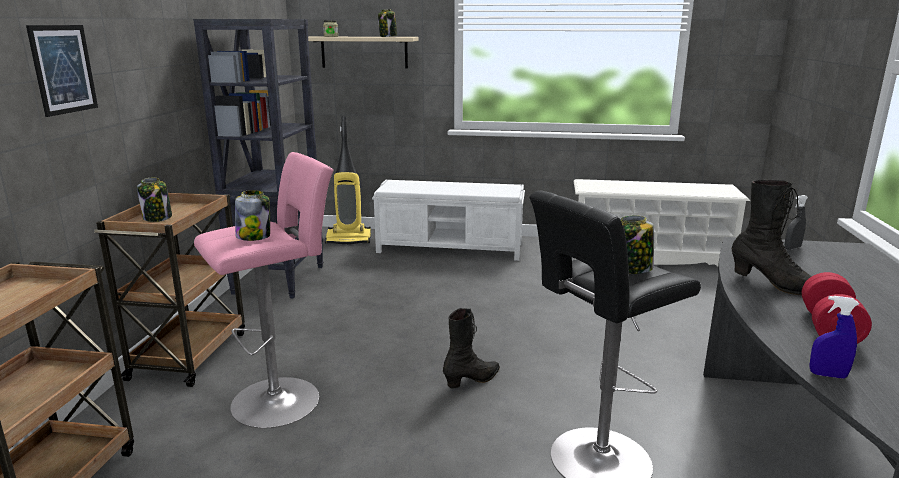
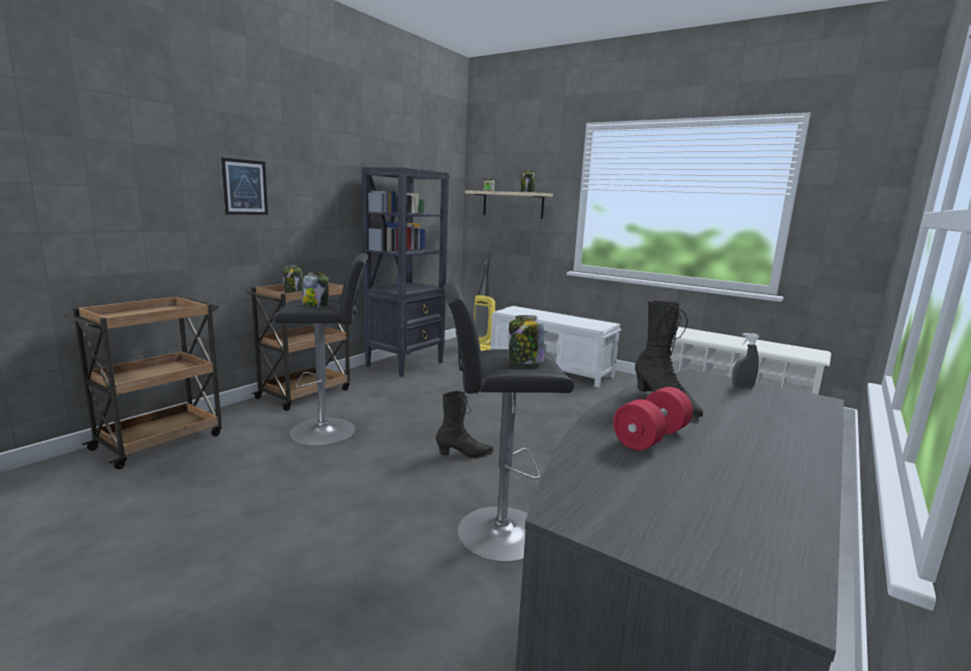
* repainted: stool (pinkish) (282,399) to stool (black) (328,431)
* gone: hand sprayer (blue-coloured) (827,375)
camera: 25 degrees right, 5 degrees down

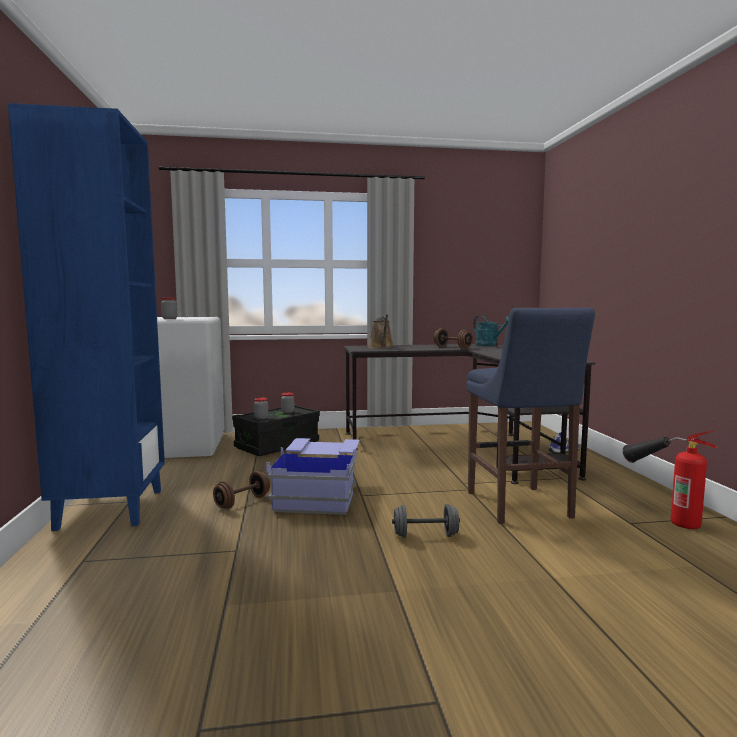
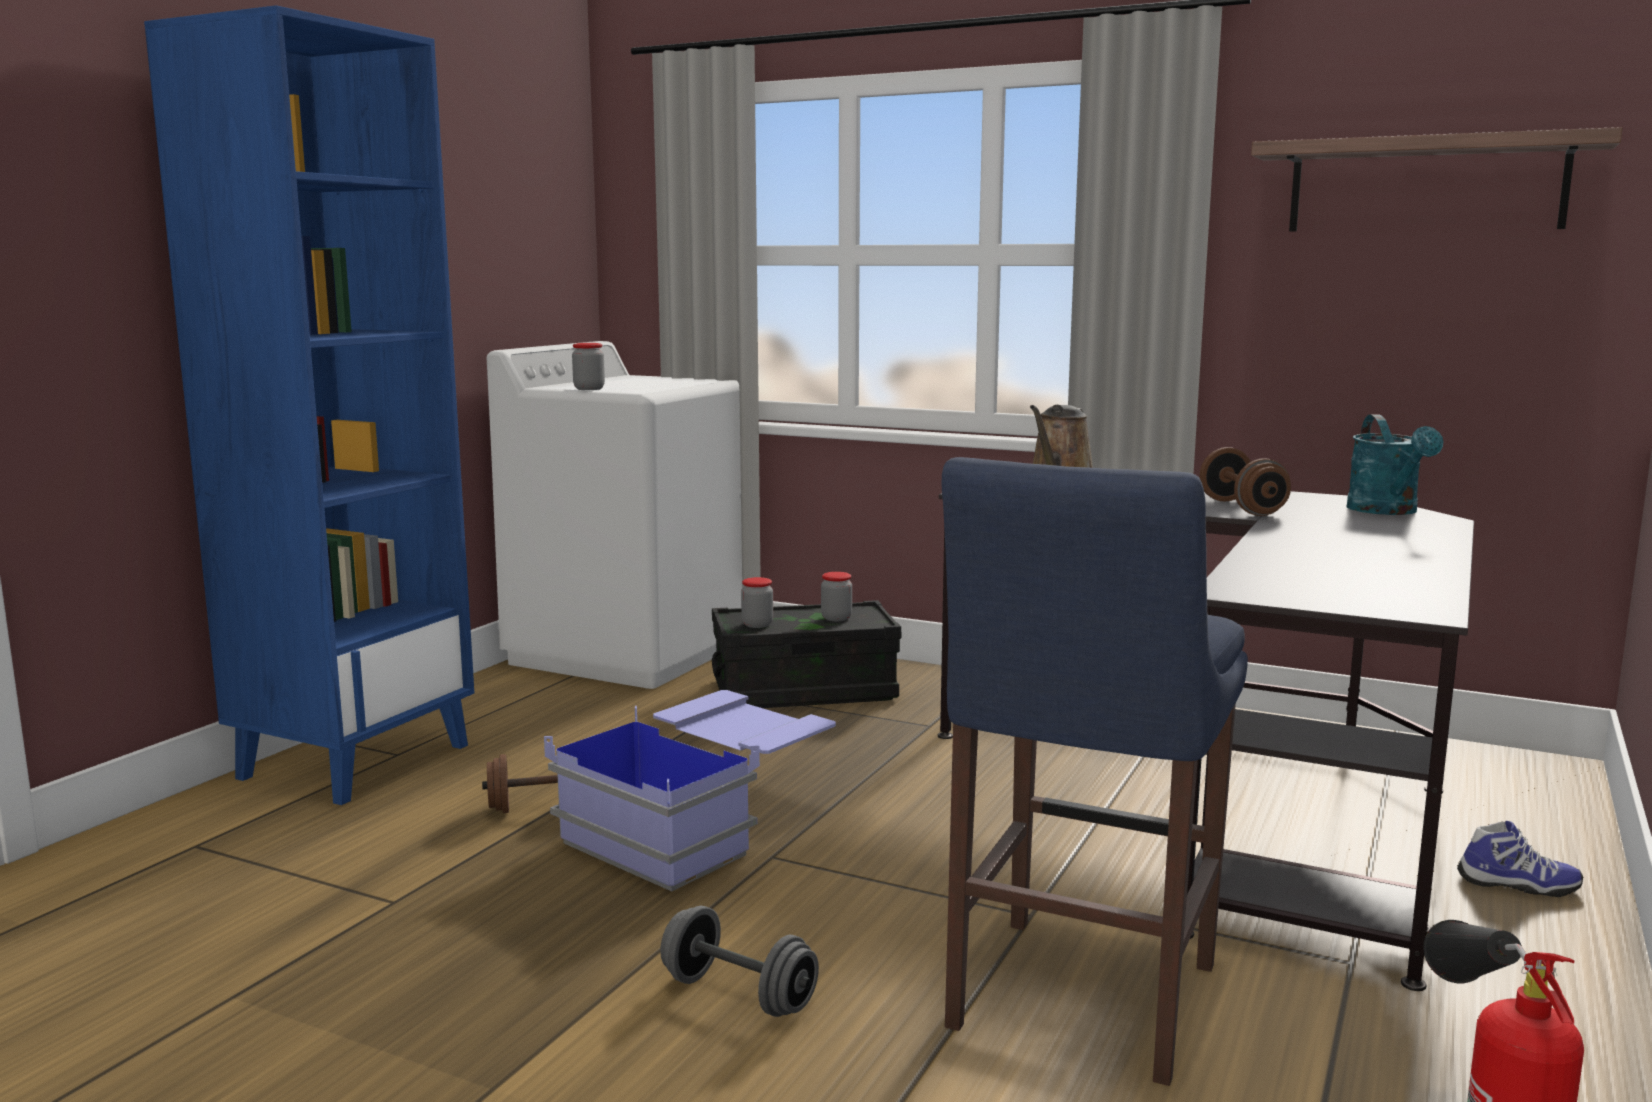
* new: shelf (1425,186)
camera: 35 degrees right, 5 degrees up

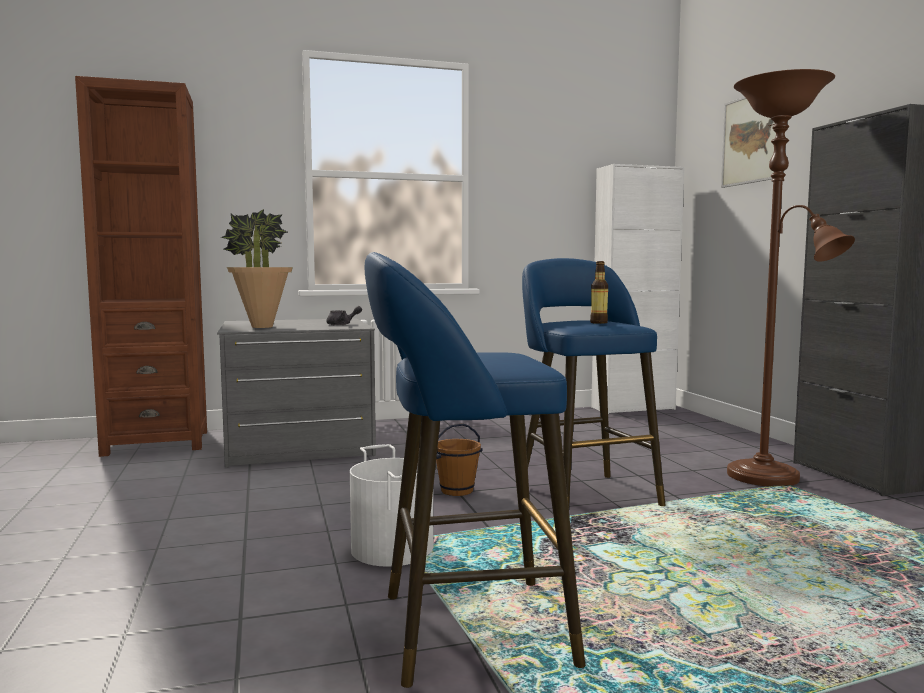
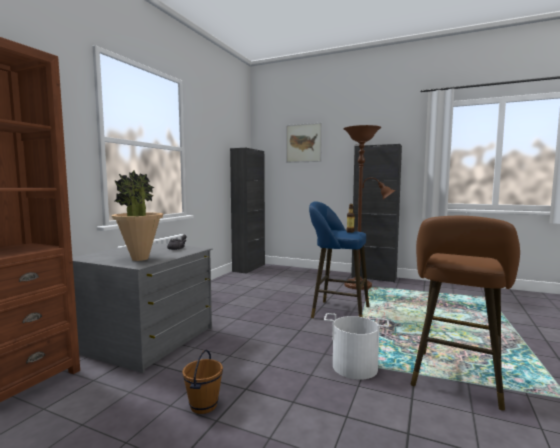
* repainted: cabinet (white-coloured) (633,408) to cabinet (black) (249,268)
* repainted: stool (blue-coloured) (463,630) to stool (brown-coloured) (457,381)
* shifted: pail (brown-coloured) (456,490) to (203,405)
camera: 50 degrees left, 0 degrees up

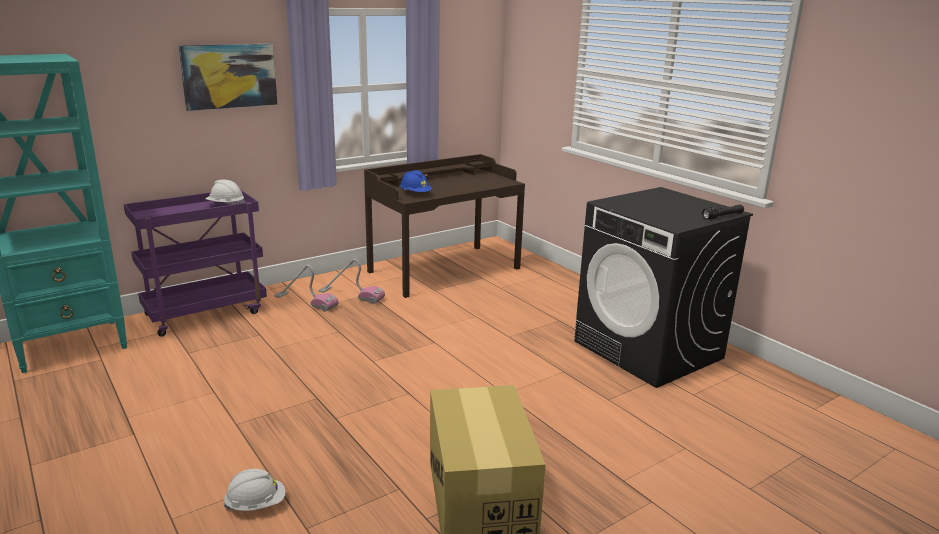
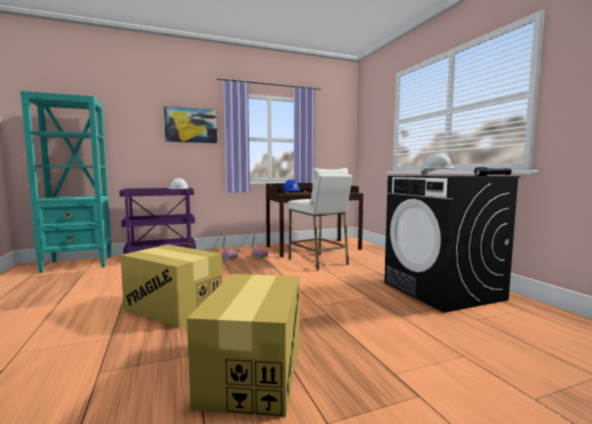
* shifted: hard hat (white-coloured) (256,504) to (438,175)
* new: stool (white-coloured) (318,262)
* new: cardboard box (173,307)
camera: 15 degrees right, 15 degrees down

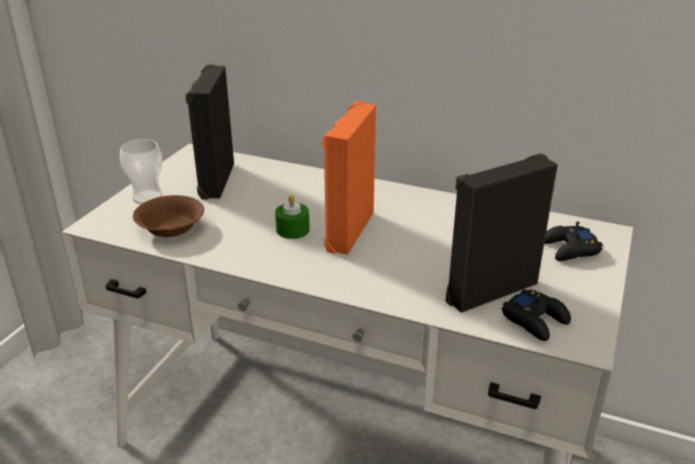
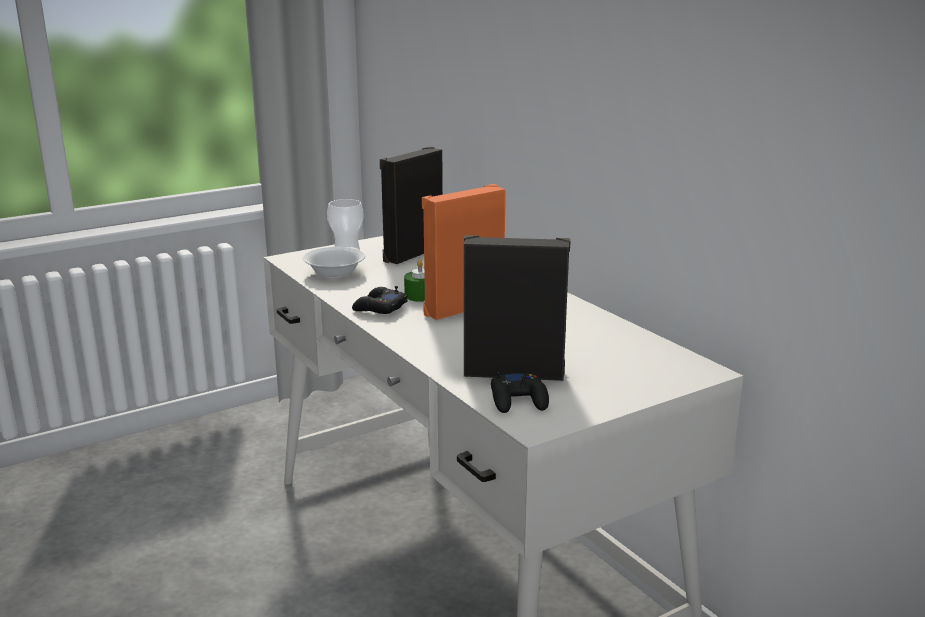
* repainted: serving bowl (brown-coloured) (170,228) to serving bowl (white-coloured) (334,272)
* shifted: gamepad (black) (570,249) to (379,308)
camera: 35 degrees right, 10 degrees down

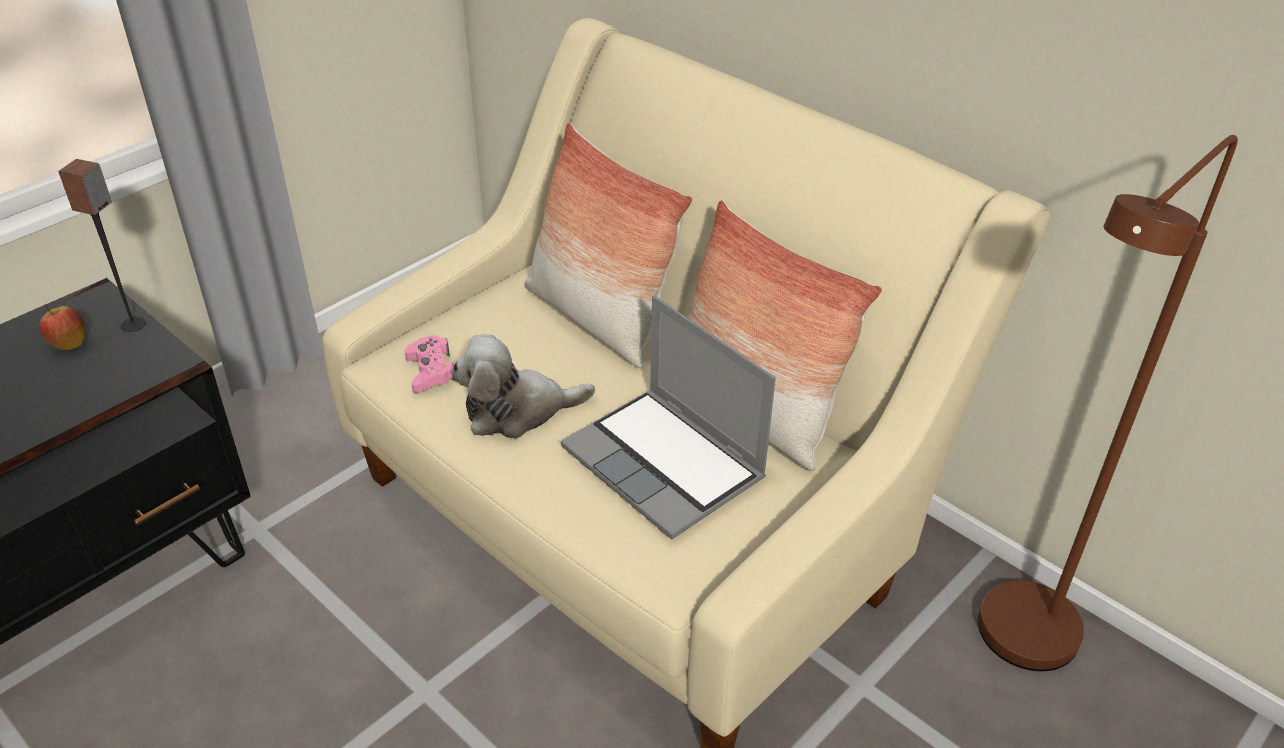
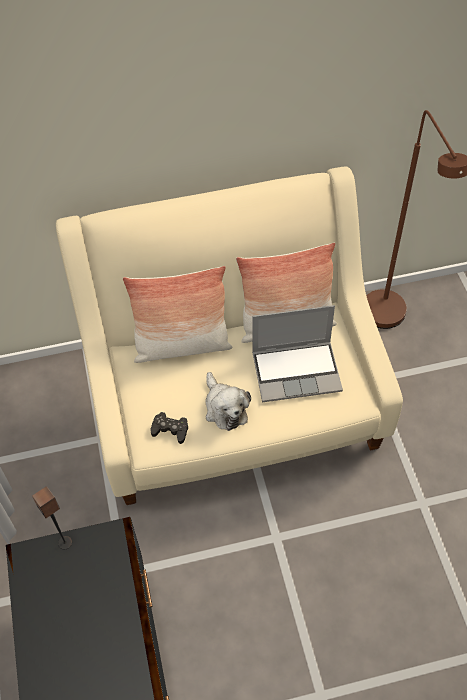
* gone: whole apple (69,343)
* rotated: cuddly toy (517,411) = (224,408) 45 degrees counterclockwise
* repainted: gamepad (pinkish) (431,371) to gamepad (black) (170,430)
camera: 55 degrees left, 15 degrees up

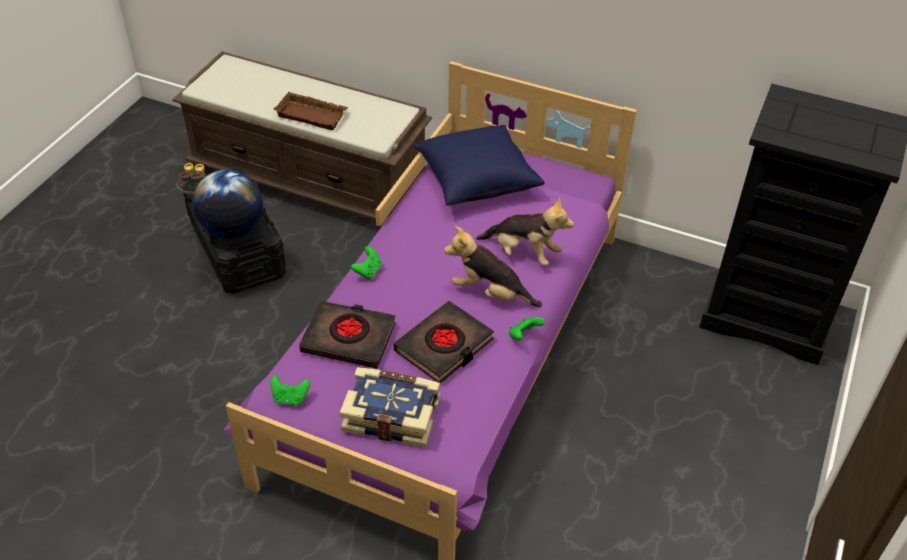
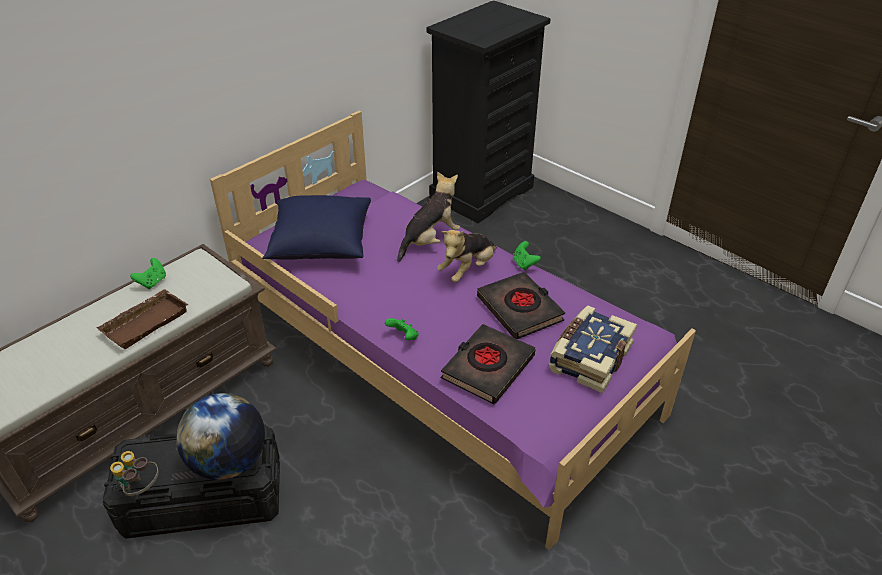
* shifted: gamepad (green) (290,398) to (152,282)
camera: 70 degrees left, 5 degrees down

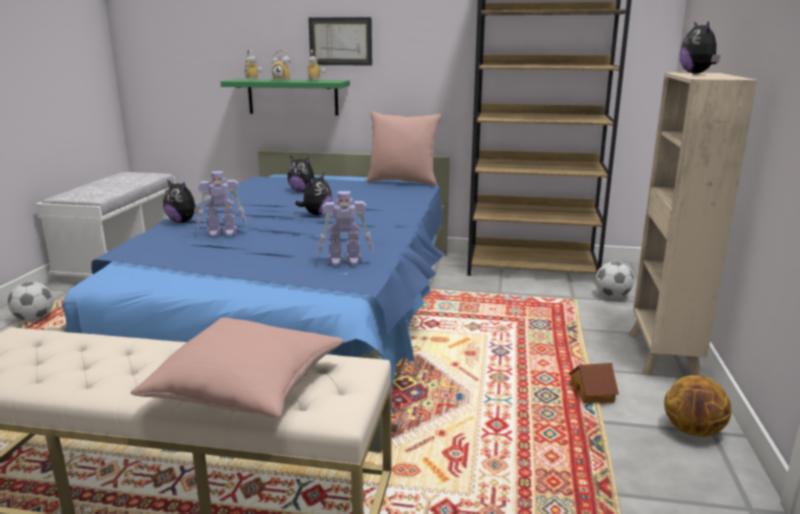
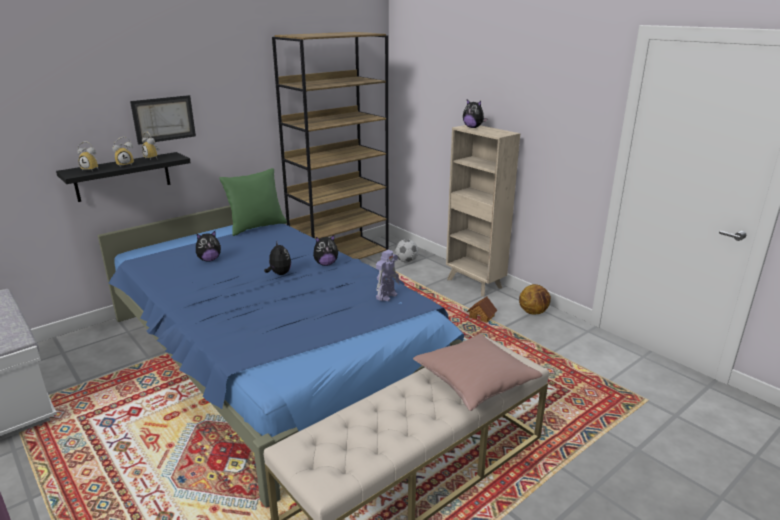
* repainted: shelf (green) (293,97) to shelf (black) (123,176)
* repainted: pillow (pinkish) (403,182) to pillow (green) (256,227)
* gone: toy robot (223,233)
* shifted: cuddly toy (183,221) to (326,264)
* gone: football ball (34,319)
camera: 50 degrees left, 5 degrees up

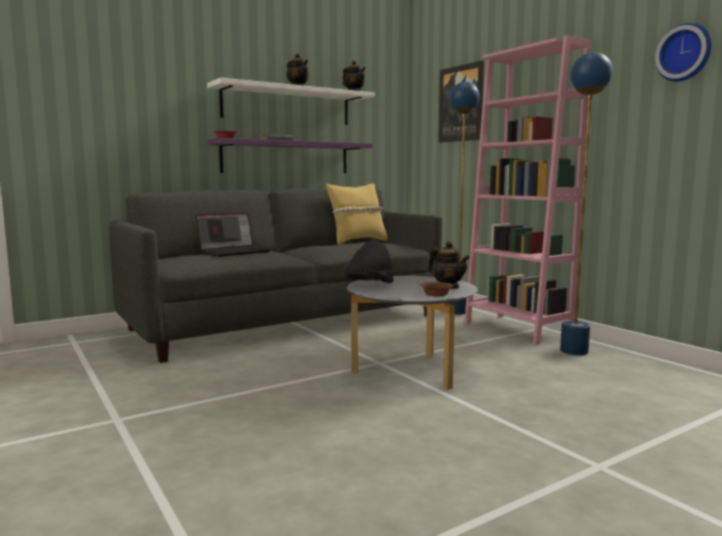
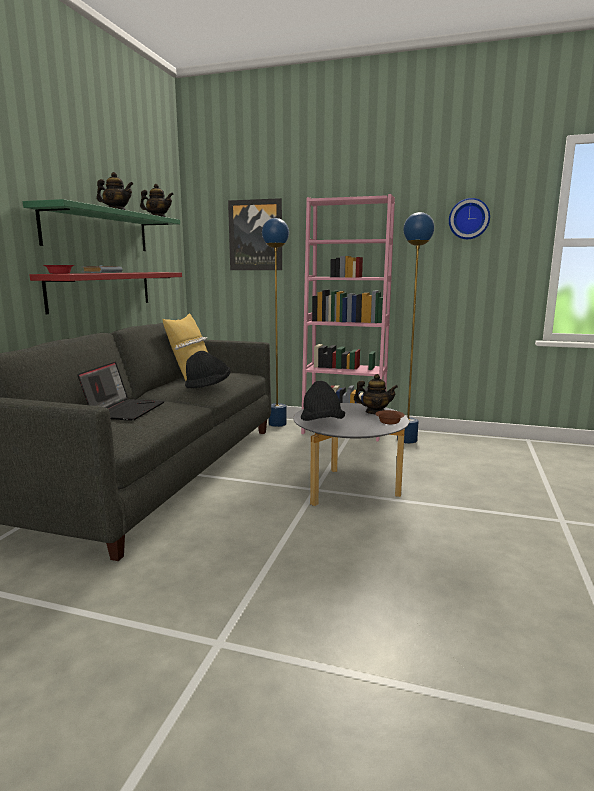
* repainted: shelf (white-coloured) (287,105) to shelf (green) (98,230)
* repainted: shelf (purplish) (286,157) to shelf (red) (102,290)
* new: hat (black) (208,386)
camera: 40 degrees left, 5 degrees up

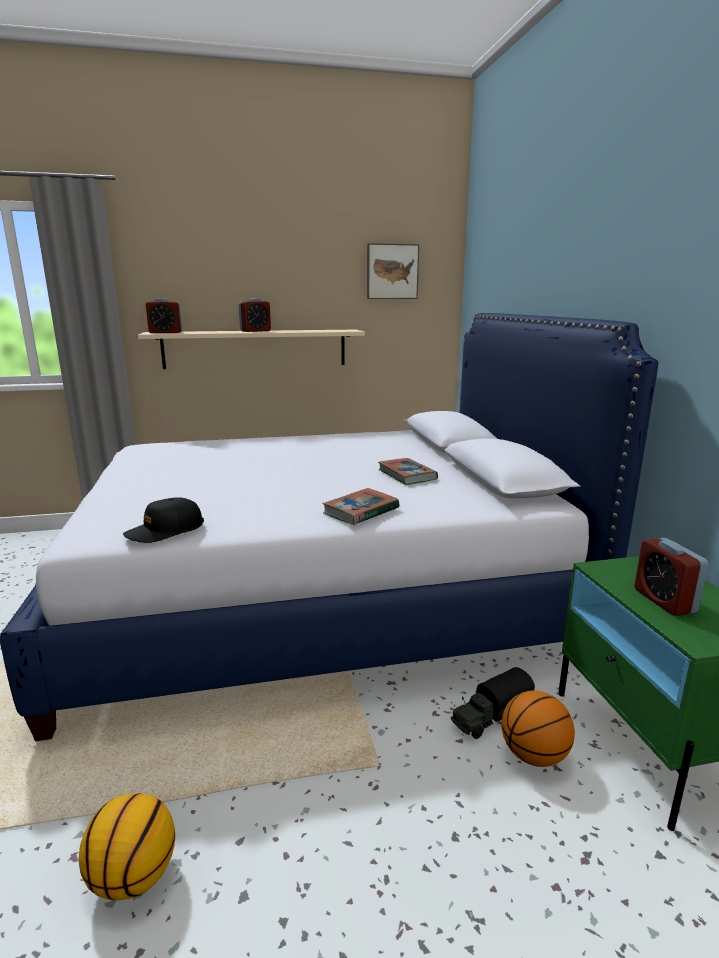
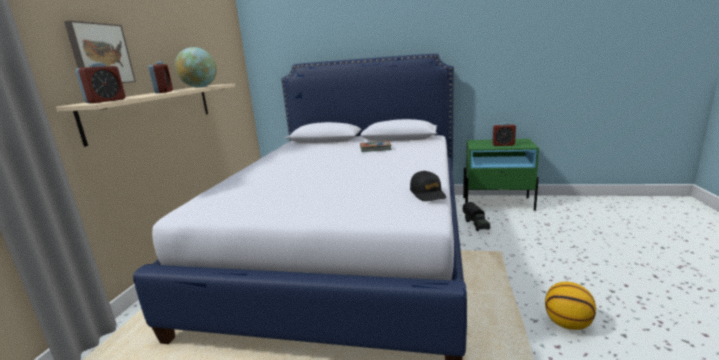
* shifted: picture (392,272) to (100,54)
* gone: volume (361,511)
* gone: ball for basketball (534,755)
* new: globe (200,87)
camera: 65 degrees left, 0 degrees up

